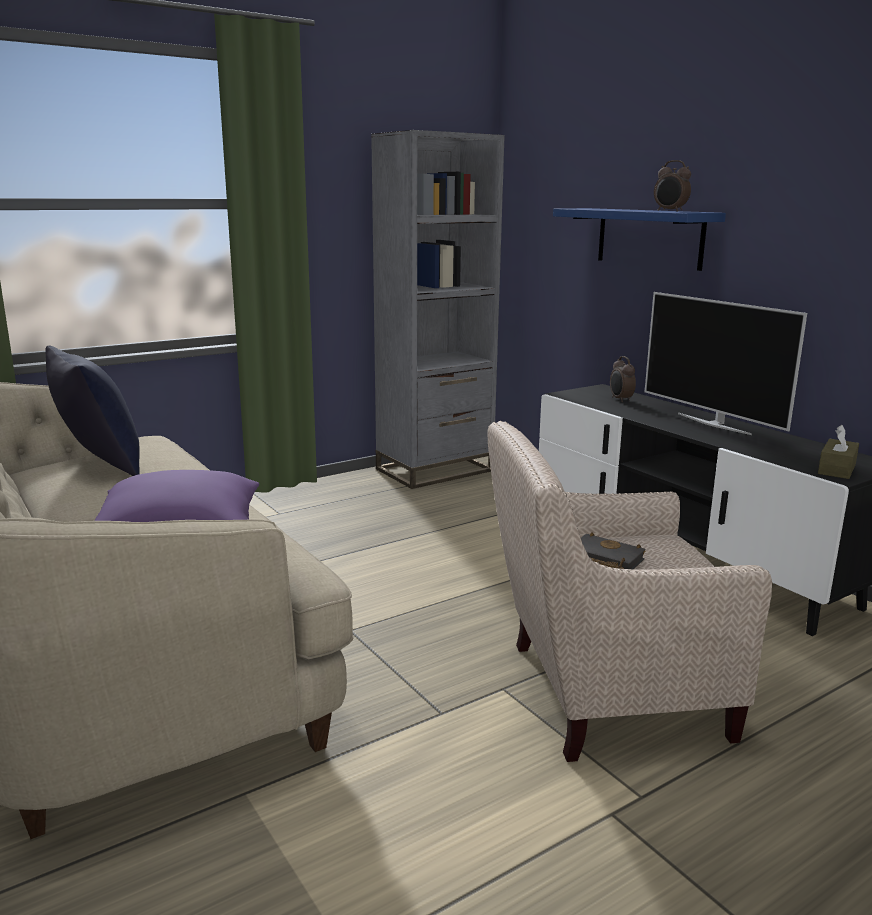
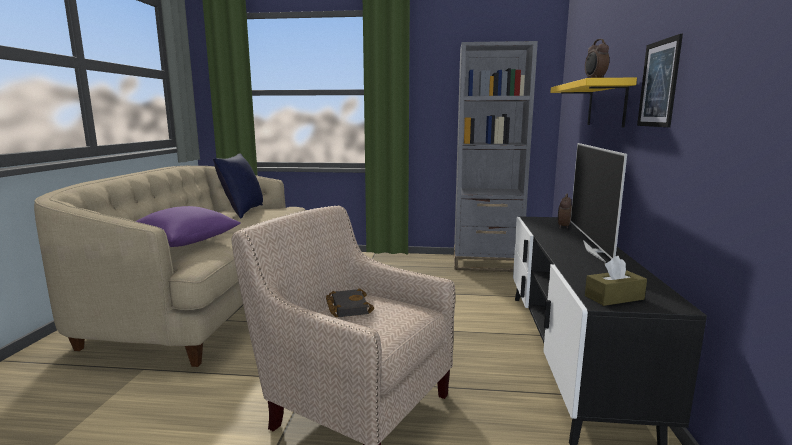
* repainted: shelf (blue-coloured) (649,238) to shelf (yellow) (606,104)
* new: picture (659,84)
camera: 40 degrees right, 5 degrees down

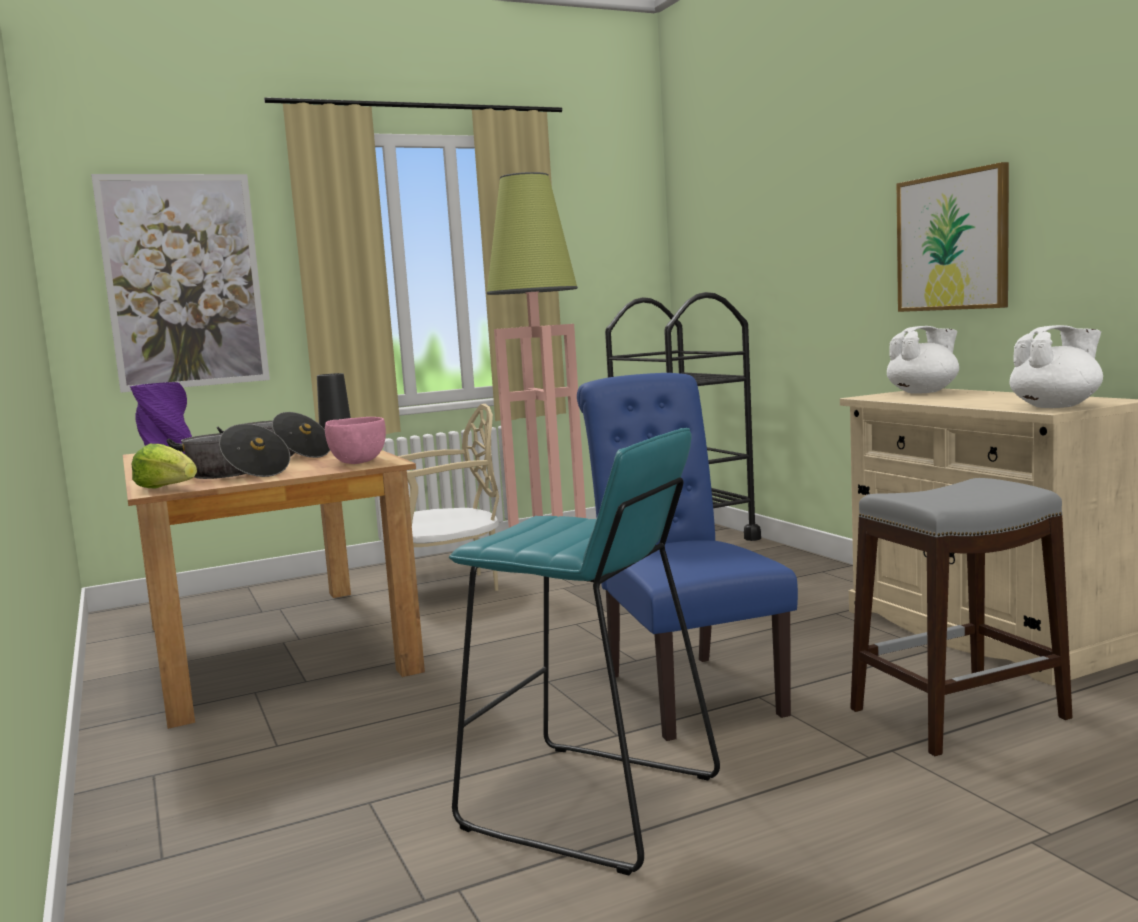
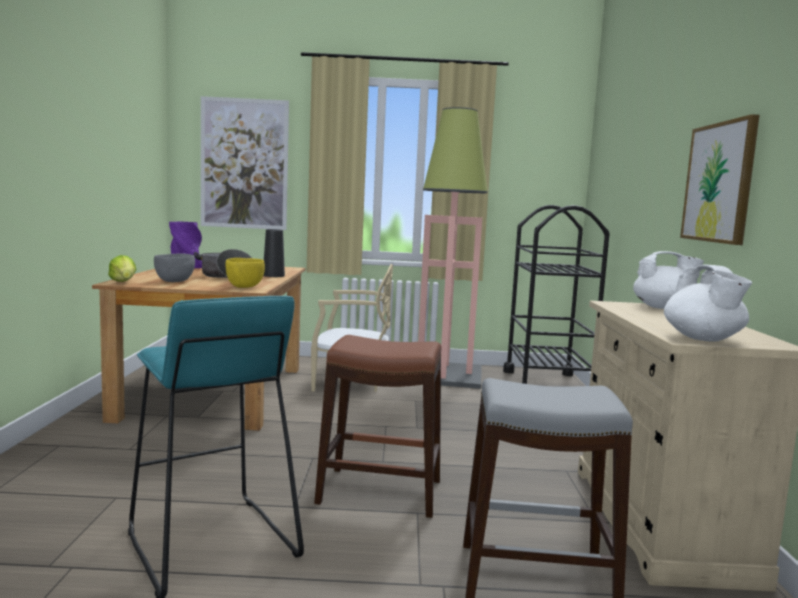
* rotated: pot for tea (white-coloured) (1056,406) = (703,339) 75 degrees clockwise
* swapped: chair (blue-coloured) (685,690) to stool (brown-coloured) (379,491)
* repainted: serving bowl (pinkish) (358,462) to serving bowl (yellow) (245,286)
* swapped: saucepot (235,474) to serving bowl (gray) (175,281)
camera: 25 degrees right, 0 degrees up

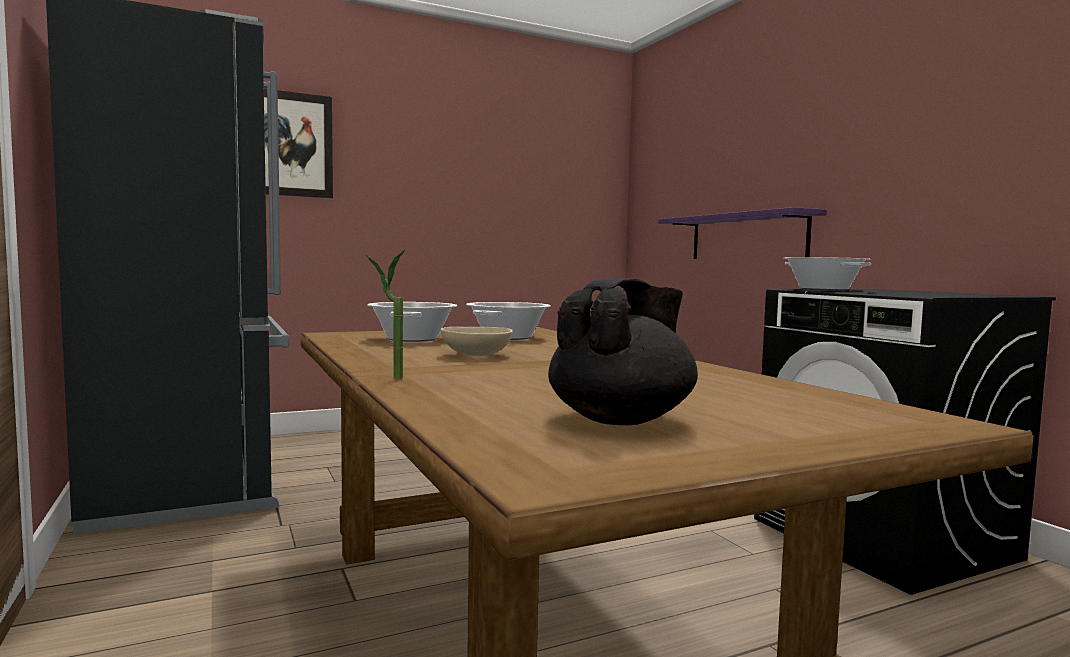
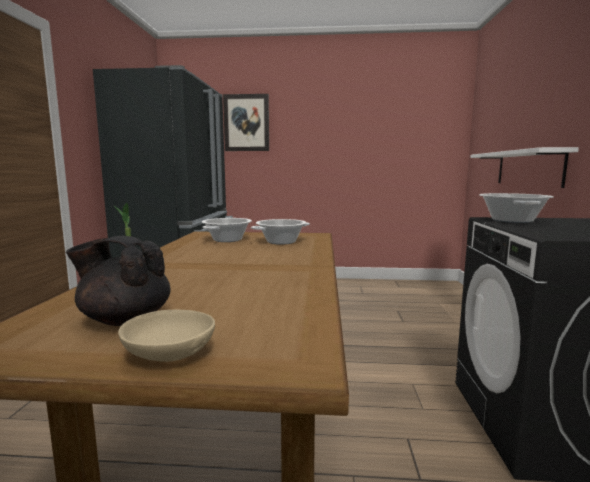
* repainted: shelf (purplish) (746,237) to shelf (white-coloured) (528,168)
* rotated: pot for tea (black) (622,420) = (125,319) 150 degrees counterclockwise
* shifted: serving bowl (sand-coloured) (476,355) to (170,354)
camera: 30 degrees right, 5 degrees up

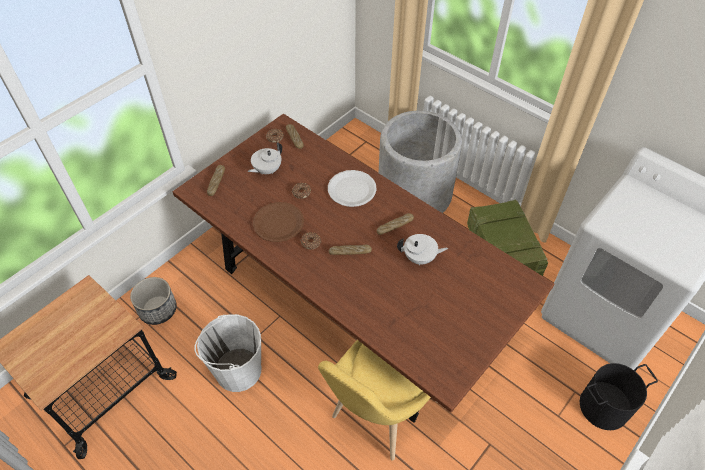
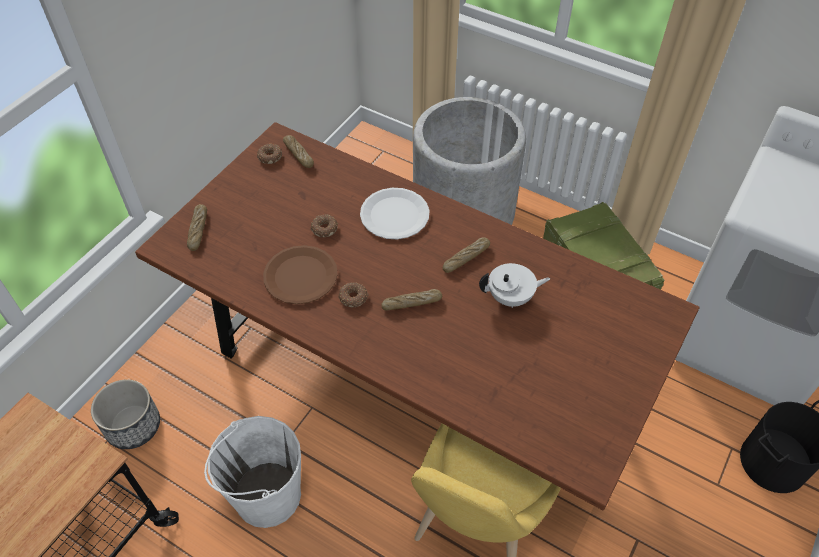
* gone: pot for tea (white-coloured) (267,170)
camera: 10 degrees left, 0 degrees up

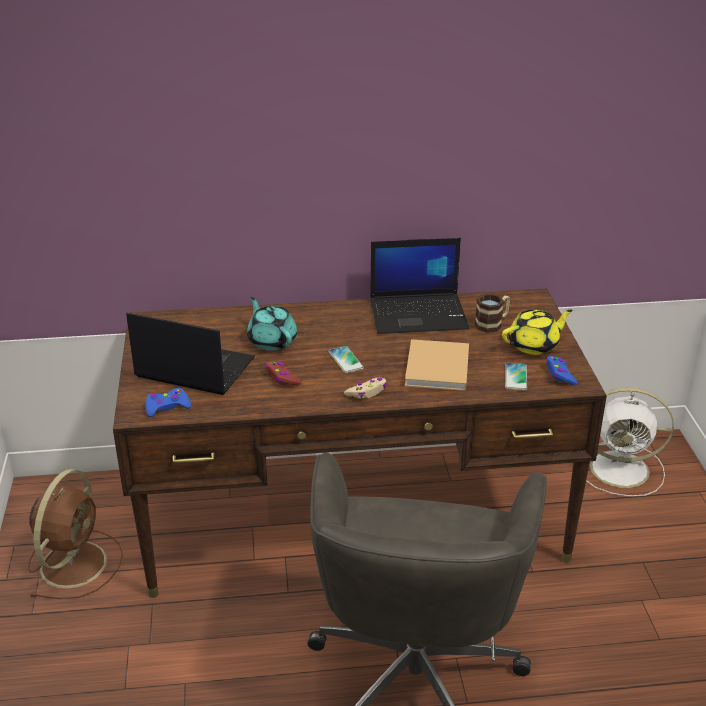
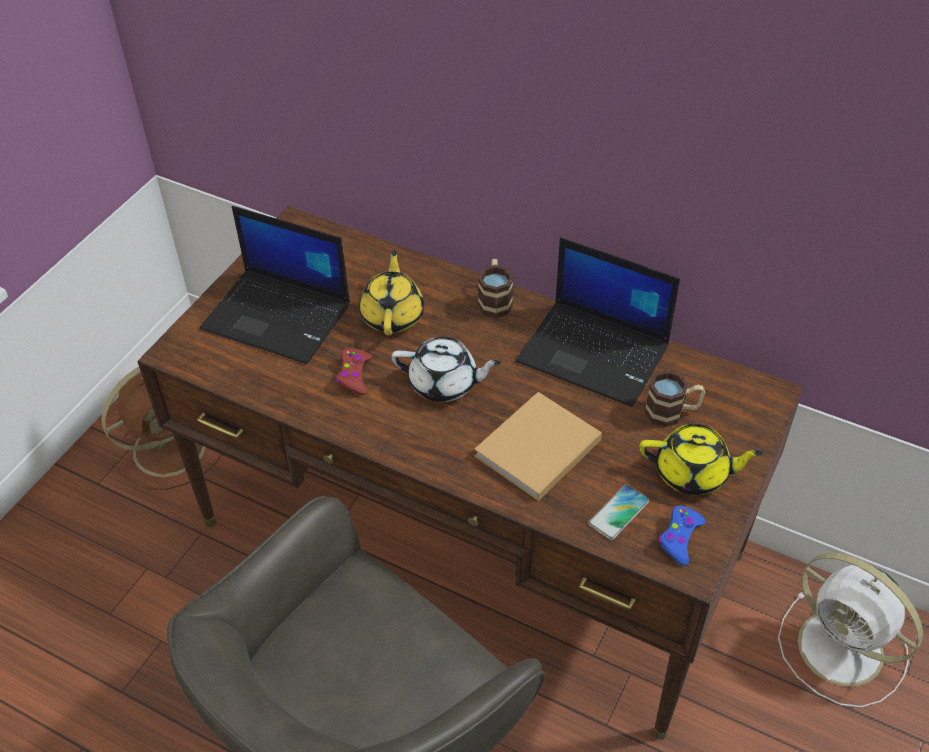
* repainted: pot for tea (blue-green) (272,340) to pot for tea (yellow) (393,315)
* rotated: portable computer (193,368) = (279,316) 150 degrees clockwise
* swapped: telephone (345,360) to pot for tea (white-coloured) (444,384)
* gone: gamepad (sand-coloured) (367,392)
* gone: gamepad (blue-coloured) (167,407)
* new: mug (495,300)
camera: 35 degrees right, 15 degrees up

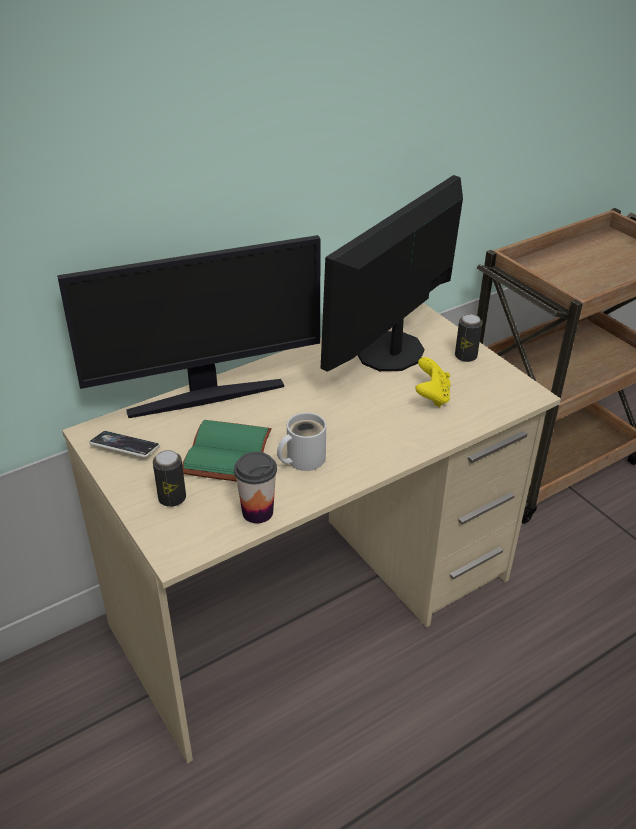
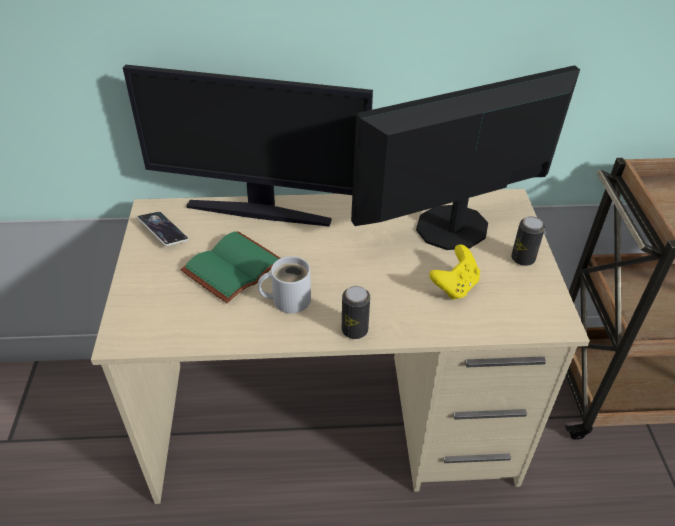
* shifted: metal can (172,498) to (354,330)
* gone: small cup (257,512)
camera: 30 degrees right, 5 degrees up

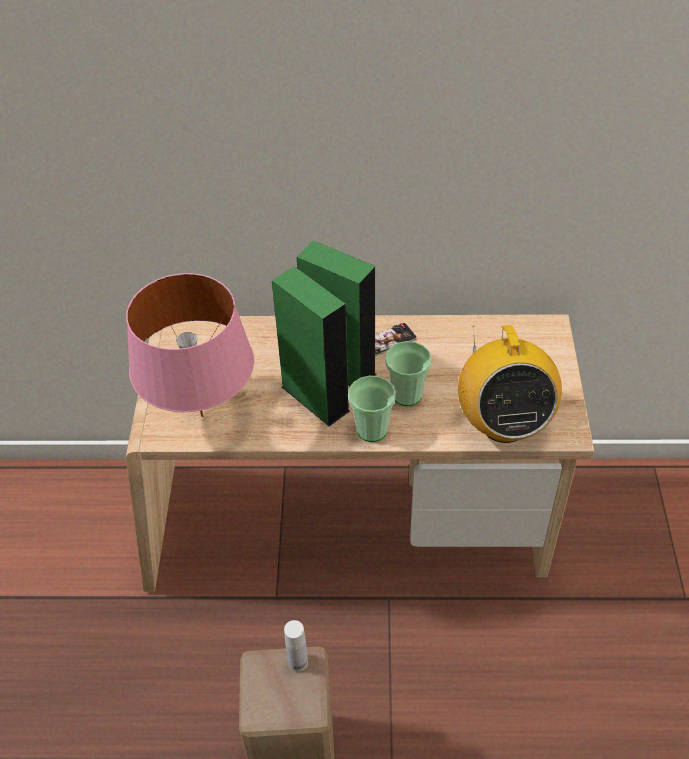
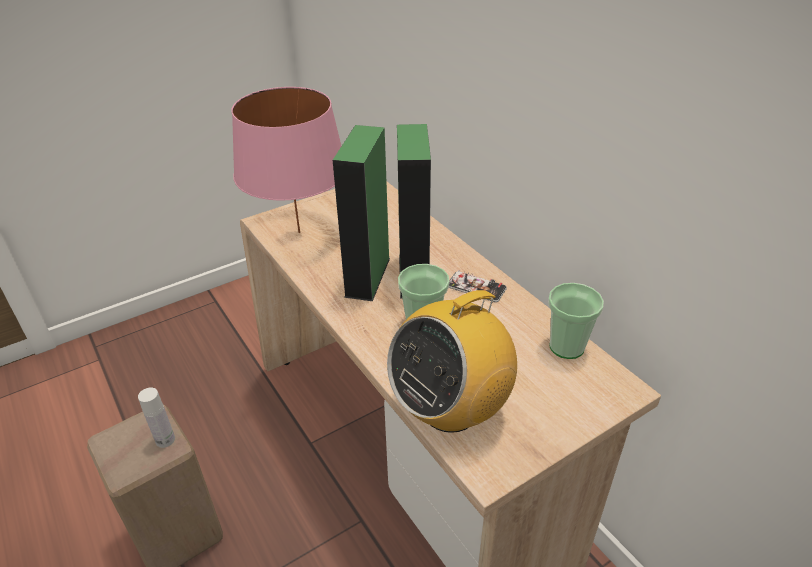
* shifted: small cup (371,430) to (566,347)
camera: 55 degrees right, 10 degrees down

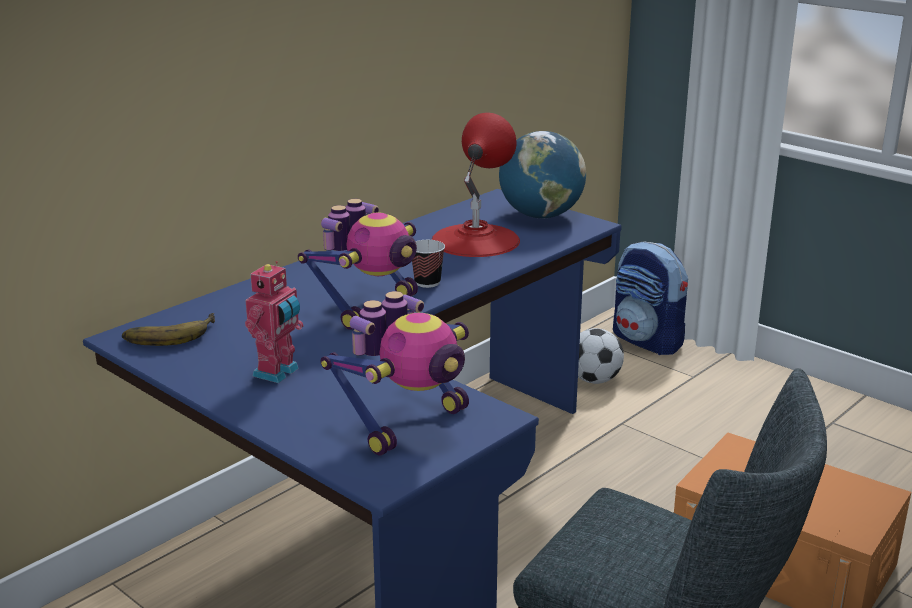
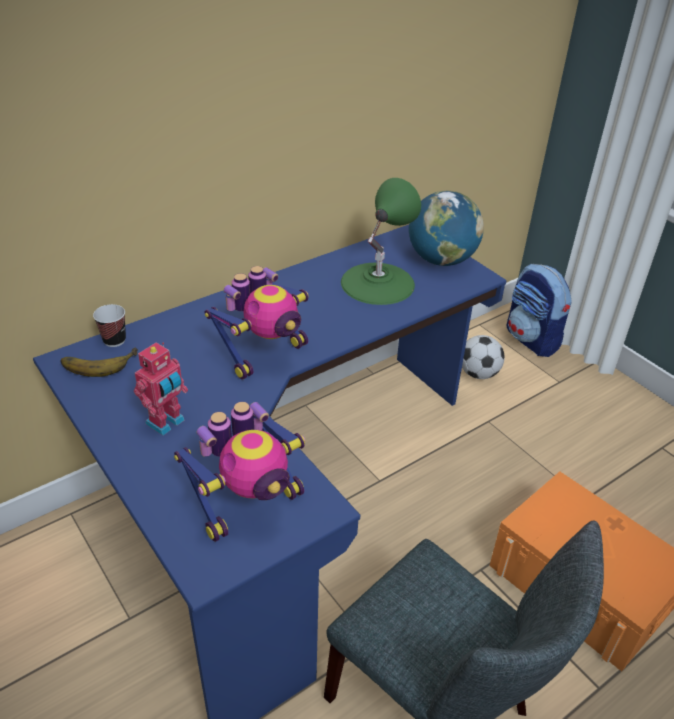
* repainted: tabletop lamp (red) (475,240) to tabletop lamp (green) (377,283)
* shifted: small cup (427,282) to (114,340)
camera: 10 degrees right, 15 degrees up

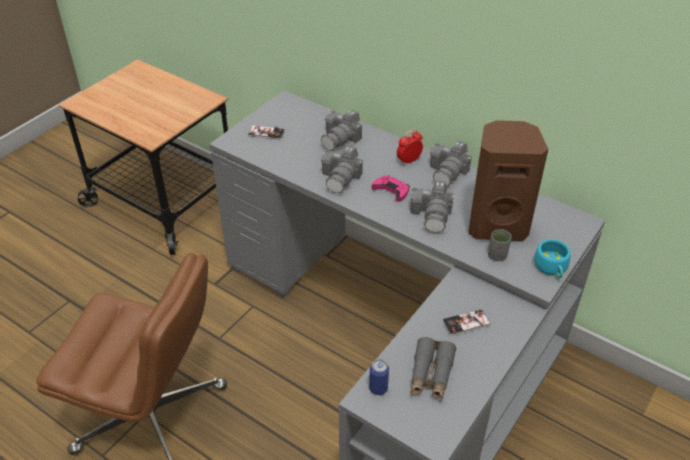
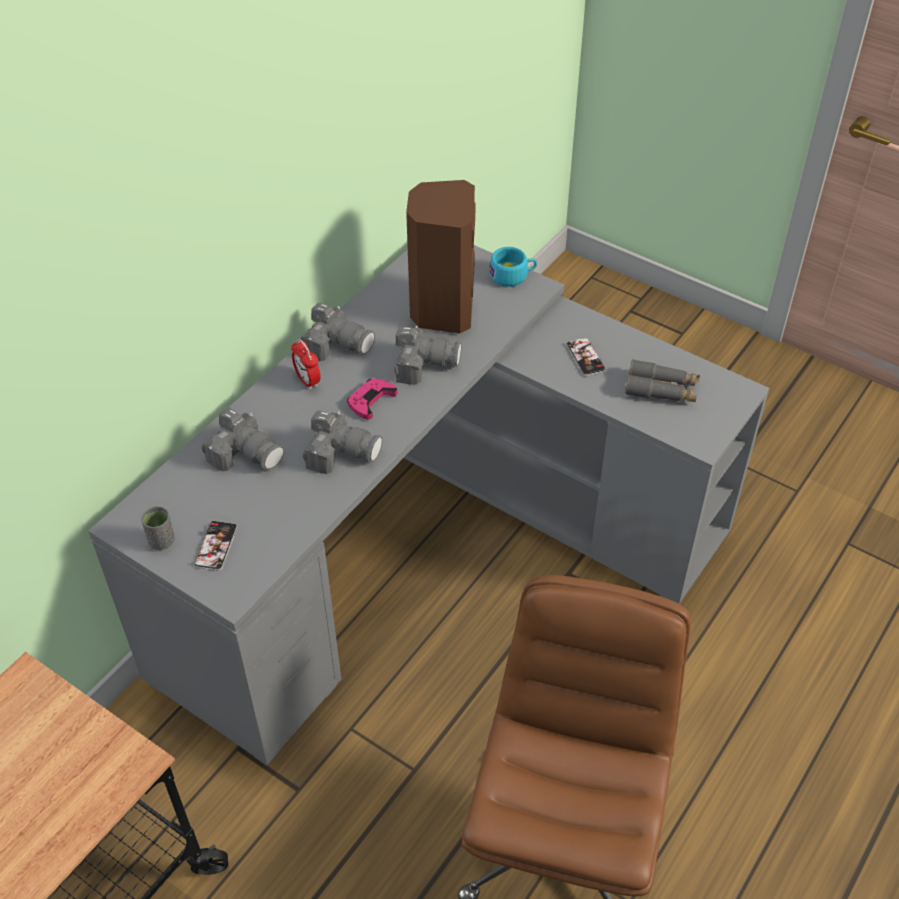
* shifted: small cup (gray) (497,256) to (162,541)
* gone: metal can (378,388)
camera: 90 degrees left, 5 degrees up

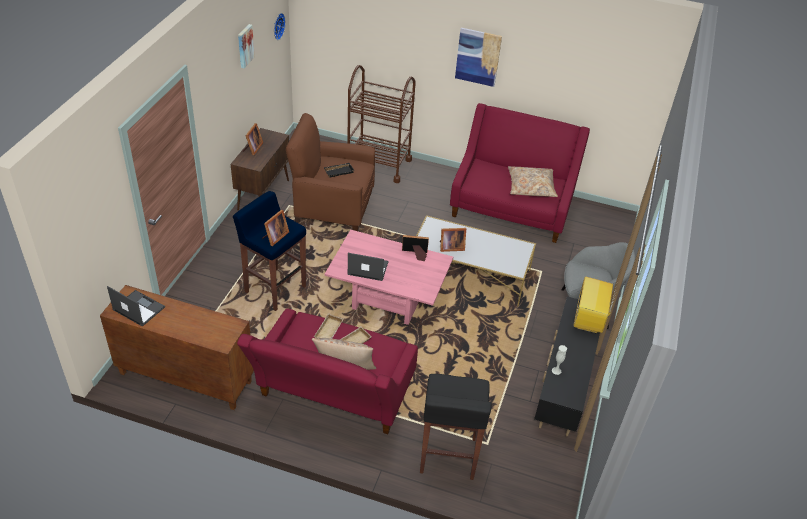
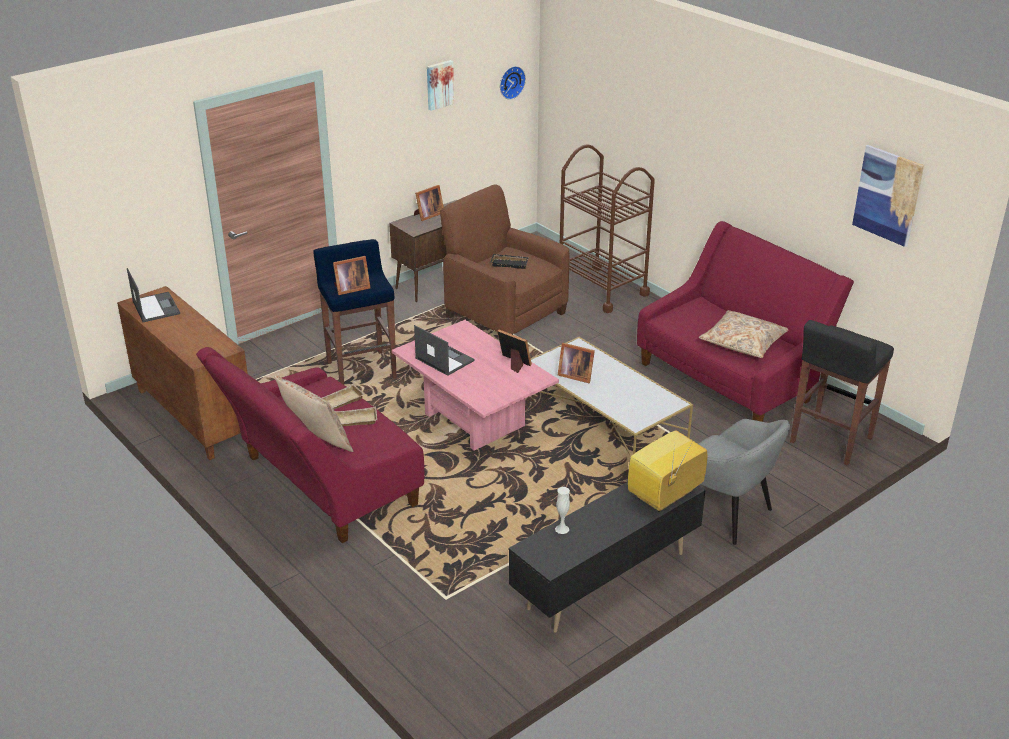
* shifted: picture (478,57) to (887,195)
* shifted: stool (black) (448,456) to (830,441)
camera: 35 degrees right, 10 degrees down

